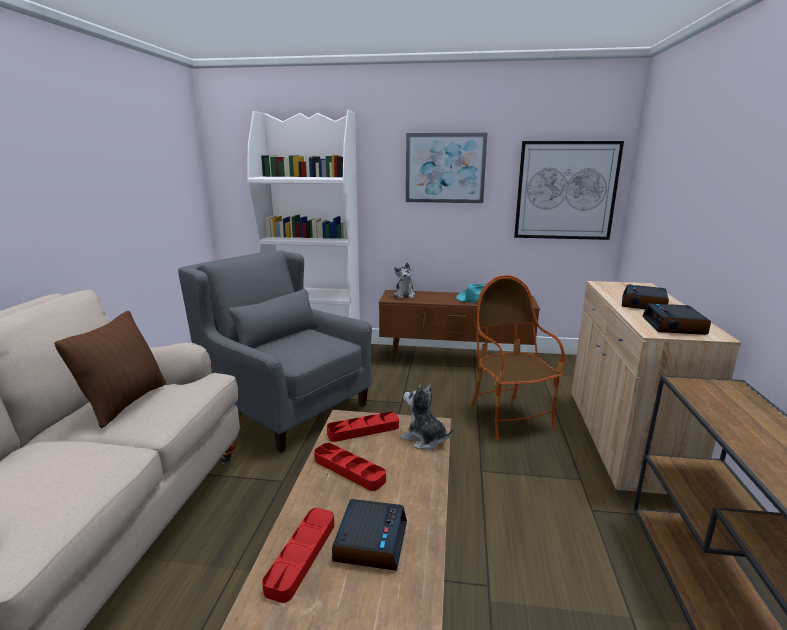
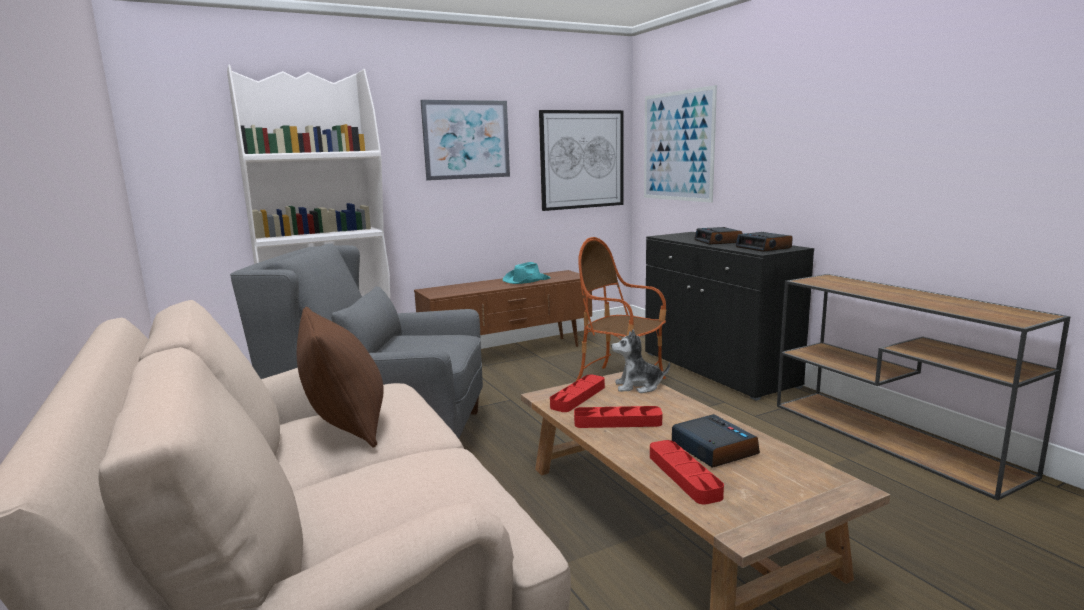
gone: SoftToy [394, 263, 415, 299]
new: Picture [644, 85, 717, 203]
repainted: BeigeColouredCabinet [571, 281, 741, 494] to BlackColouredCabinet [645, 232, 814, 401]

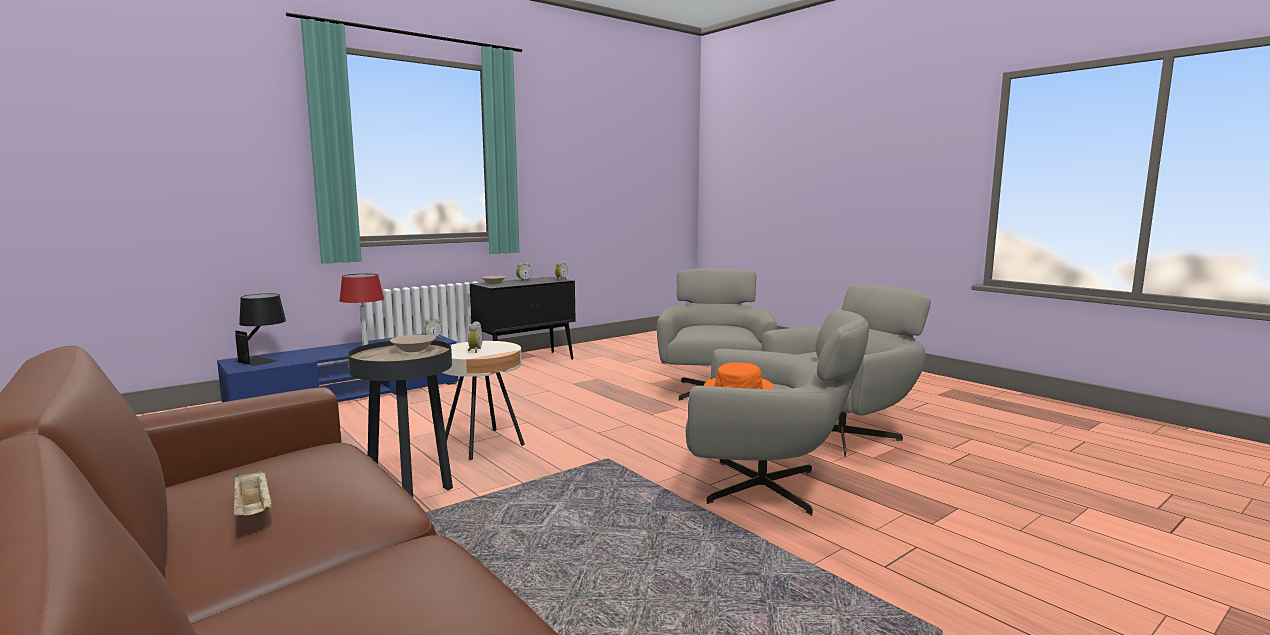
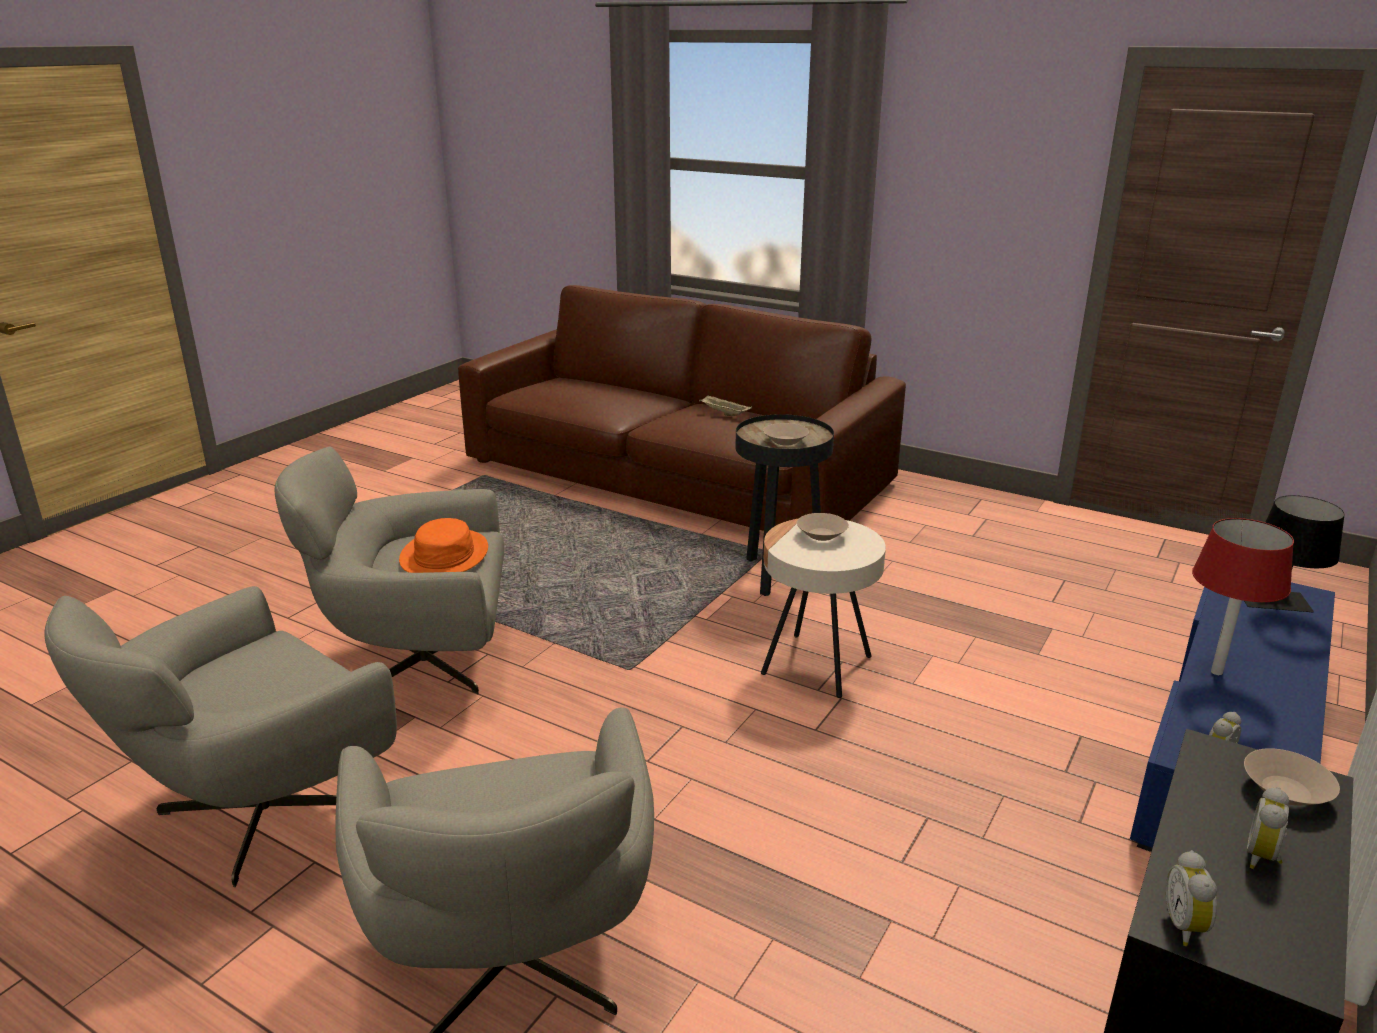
swapped: AlarmClock [468, 321, 483, 353] to BeigeColouredDeepDish [797, 513, 849, 541]

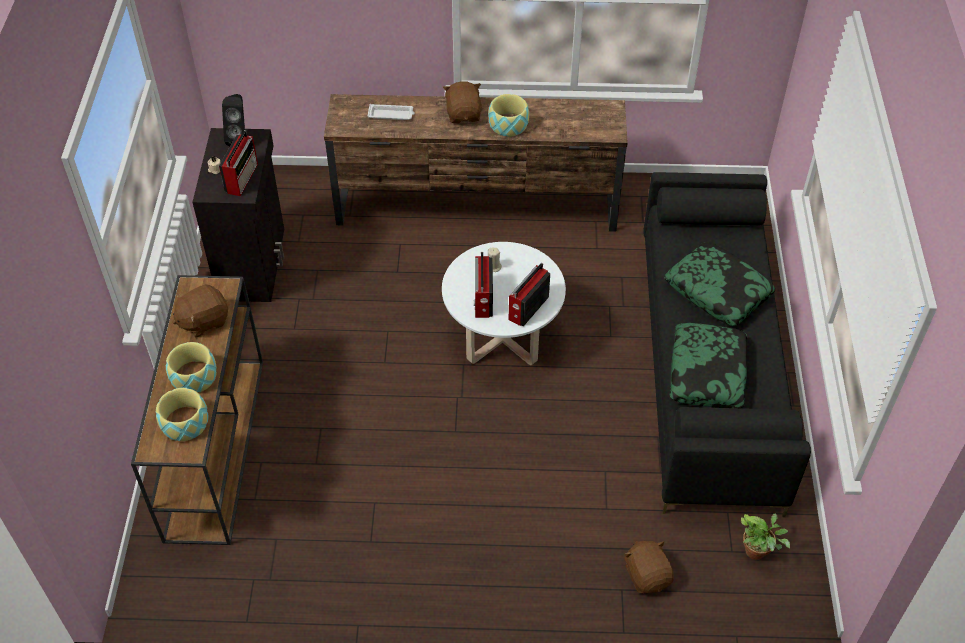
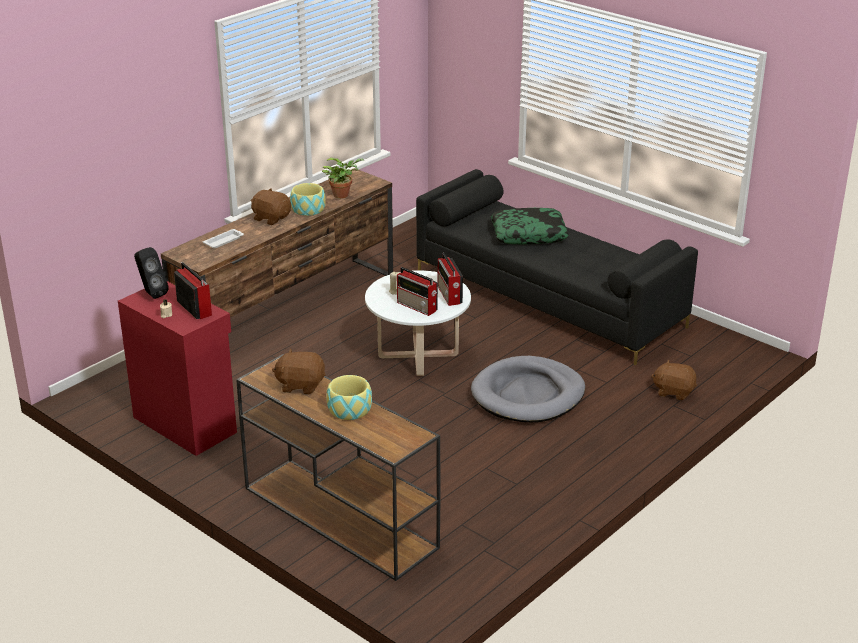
gone: DeepDish [156, 388, 208, 441]; Pillow [669, 323, 747, 408]
new: GreyDogCushion [471, 356, 585, 422]
shifted: Houseplant [741, 514, 790, 560] to [322, 158, 364, 198]
repainted: BlackColouredCabinet [192, 128, 284, 302] to ReddishCabinet [118, 281, 237, 456]
rotated: BrownColouredSoftToy [173, 285, 228, 338] = [272, 348, 325, 395] 90 degrees clockwise

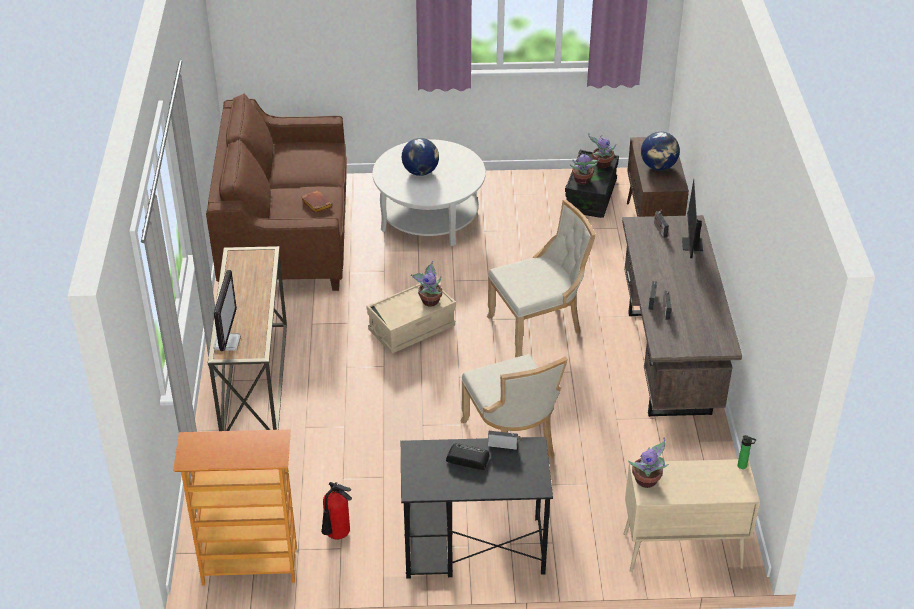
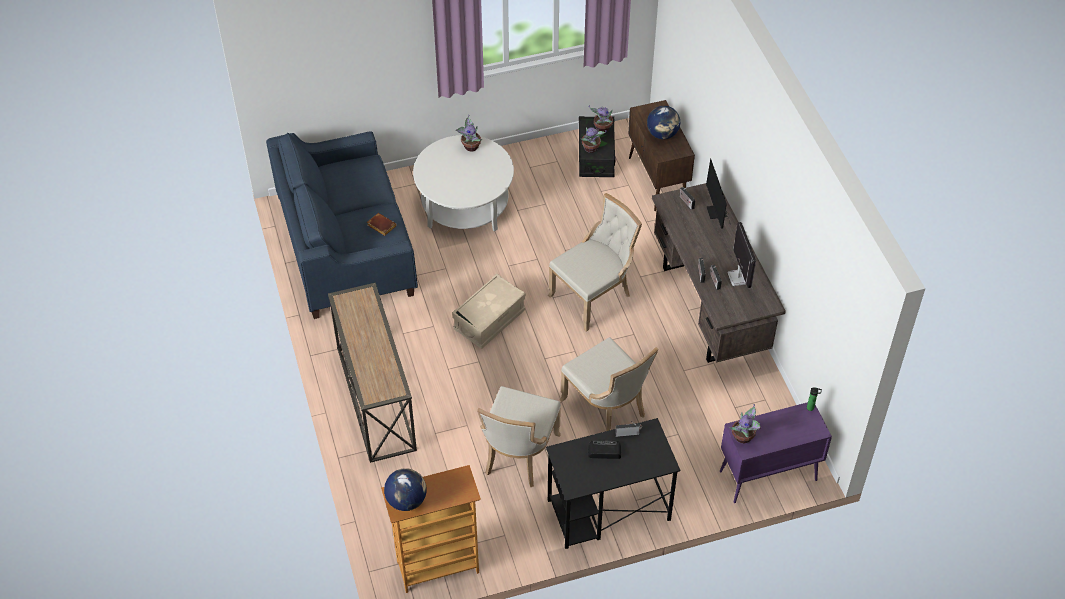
gone: FireExtinguisher [321, 482, 352, 539]
new: BeigeColouredUprightChair [477, 386, 561, 487]
shifted: Monitor [213, 270, 241, 351] to [728, 222, 756, 288]; WorldGlobe [402, 138, 439, 176] to [384, 468, 427, 511]; Houseplant [411, 261, 442, 307] to [456, 115, 482, 152]
repainted: BrownColouredSettee [206, 93, 347, 291] to BlueColouredSettee [266, 131, 418, 319]; BeigeColouredCabinet [624, 459, 760, 572] to PurplishCabinet [720, 402, 832, 503]

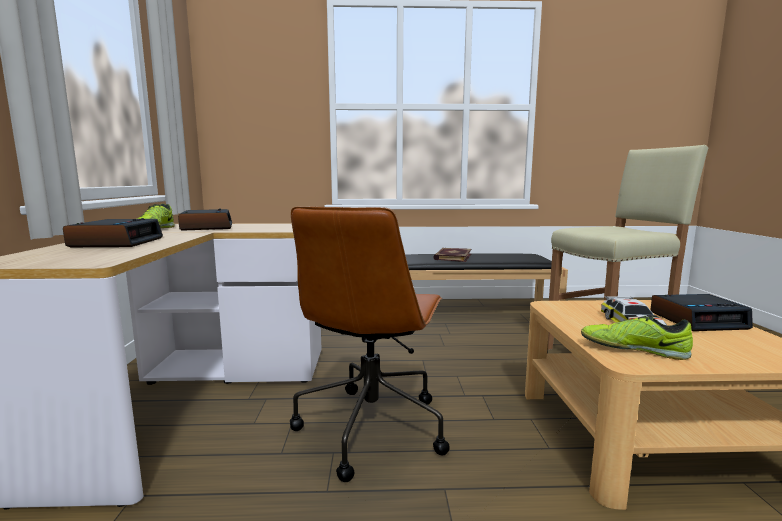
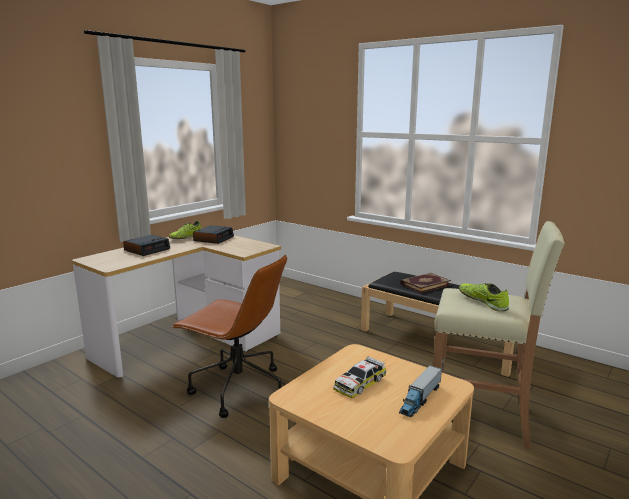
shifted: LowShoe [581, 316, 693, 360] to [459, 283, 509, 311]
swapped: AlarmClock [650, 294, 753, 331] to ToyTruck [399, 365, 442, 417]
rotated: BrownColouredComputerChair [290, 206, 450, 482] = [171, 254, 287, 418] 120 degrees counterclockwise

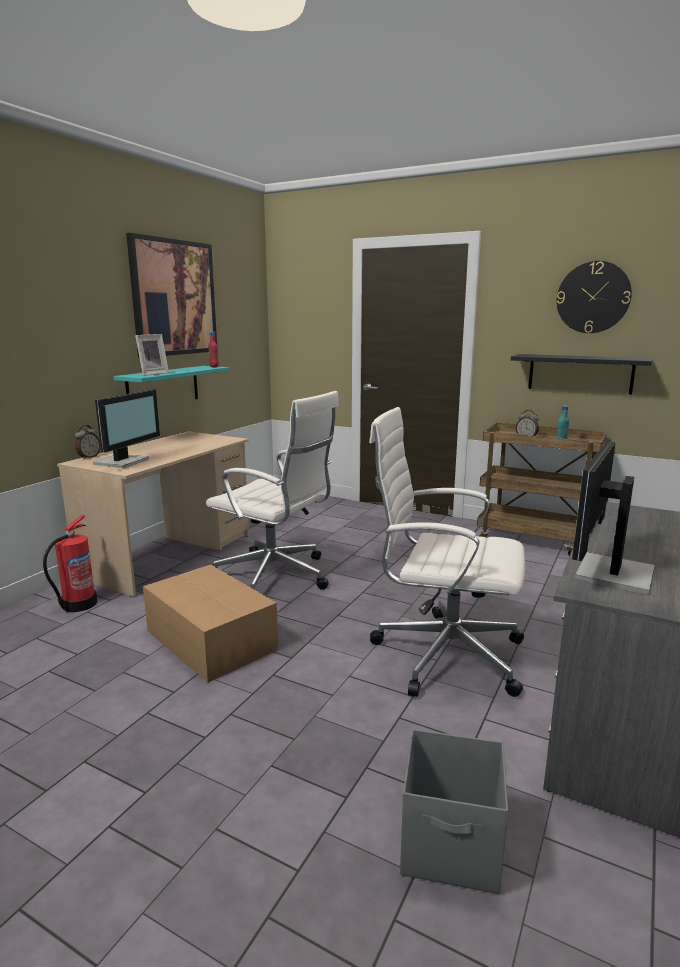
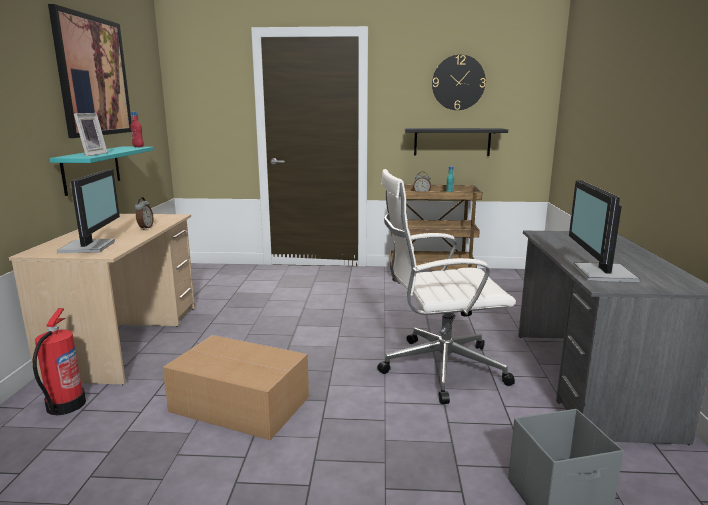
gone: WhitishComputerChair [206, 391, 339, 590]
shifted: AlarmClock [75, 425, 101, 459] to [134, 197, 154, 230]

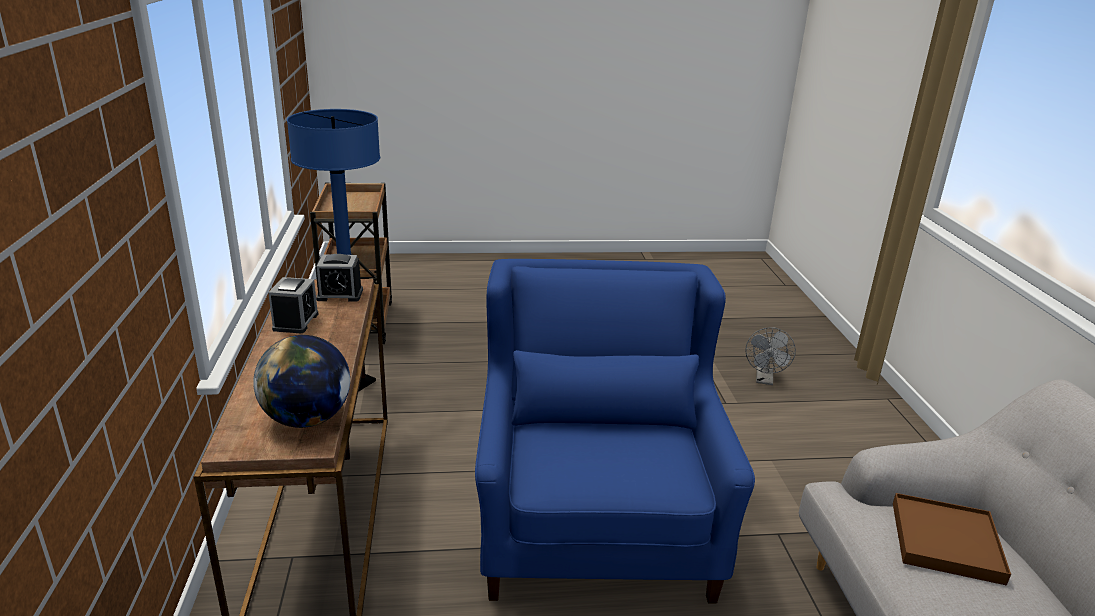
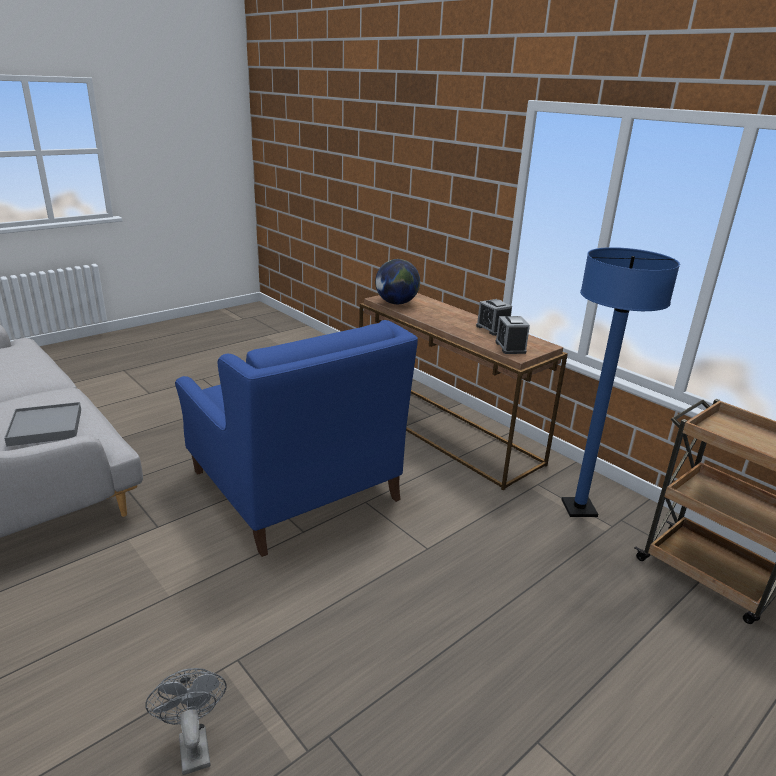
repainted: BrownColouredTray [893, 493, 1011, 586] to GreyTray [4, 402, 81, 447]
rotated: AlarmClock [315, 254, 363, 302] = [495, 316, 530, 354] 60 degrees counterclockwise

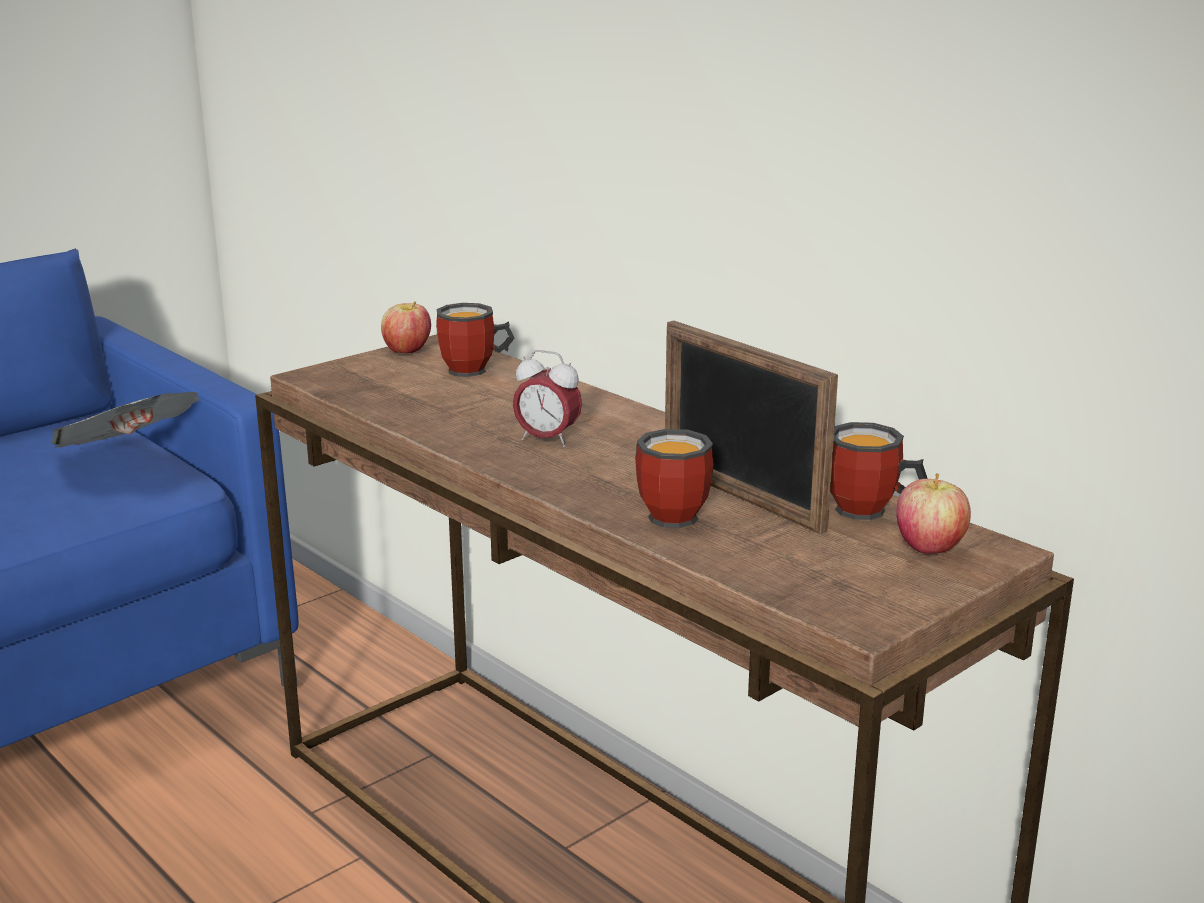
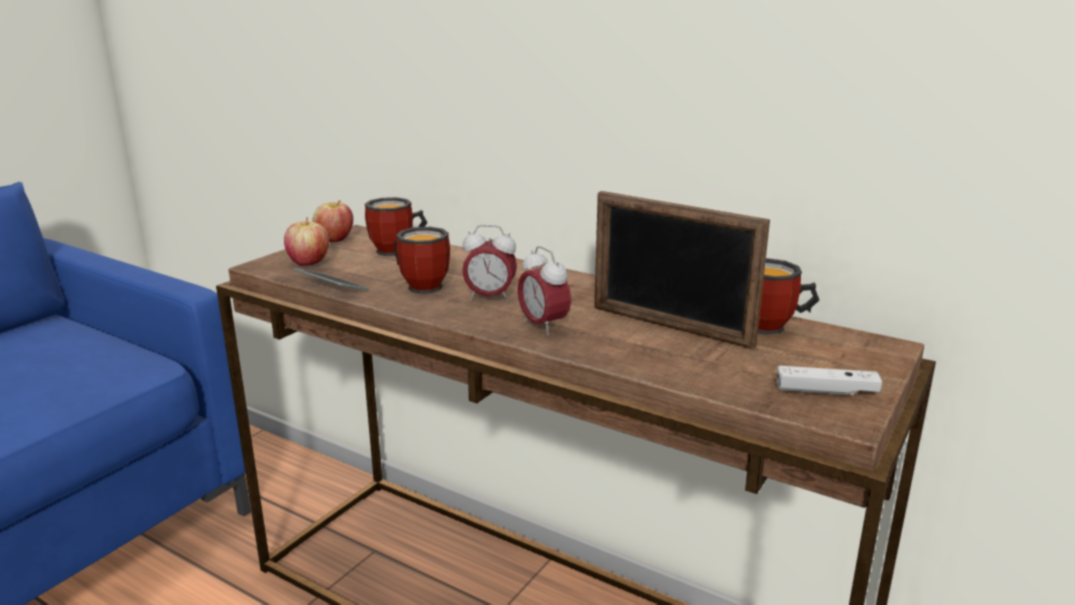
gone: DailyPaper [51, 392, 200, 447]
new: Phone [293, 268, 368, 291]; AlarmClock [518, 246, 571, 335]; WhitishJoypad [777, 366, 882, 395]
shifted: CoffeeMug [635, 429, 713, 529] to [394, 227, 450, 294]; Apple [896, 473, 971, 554] to [284, 217, 329, 266]

